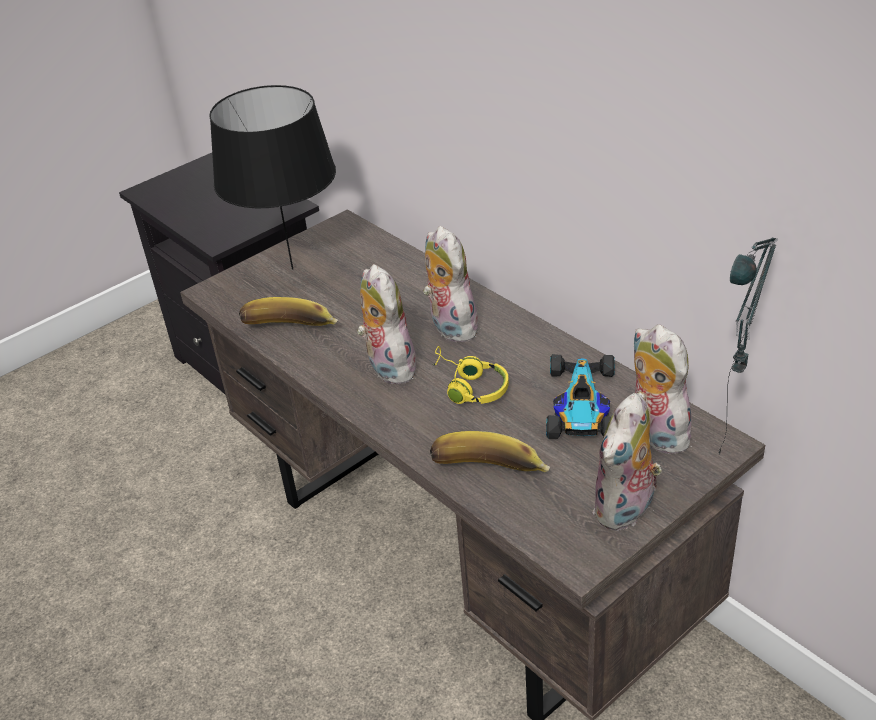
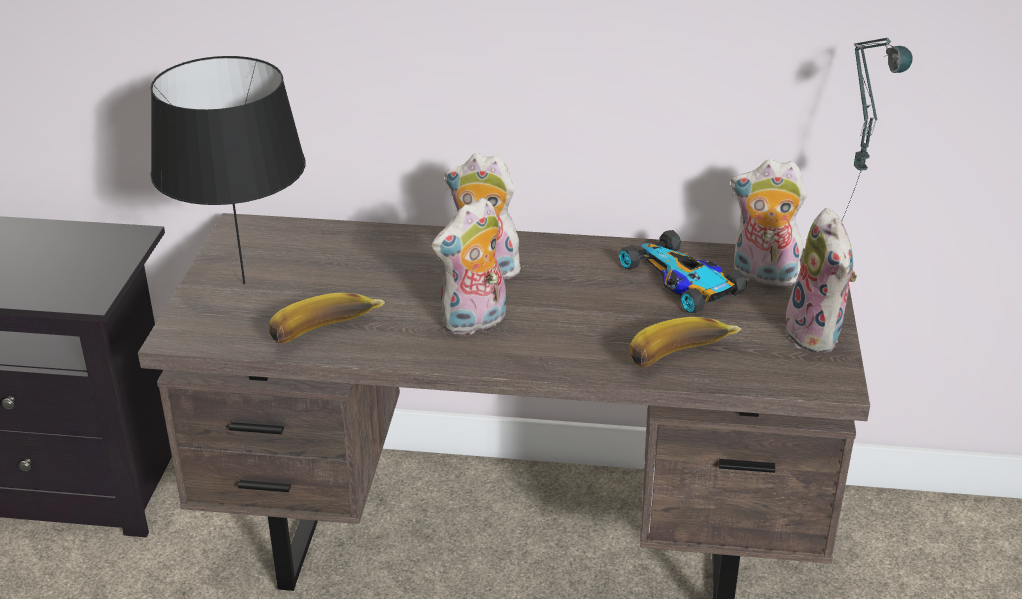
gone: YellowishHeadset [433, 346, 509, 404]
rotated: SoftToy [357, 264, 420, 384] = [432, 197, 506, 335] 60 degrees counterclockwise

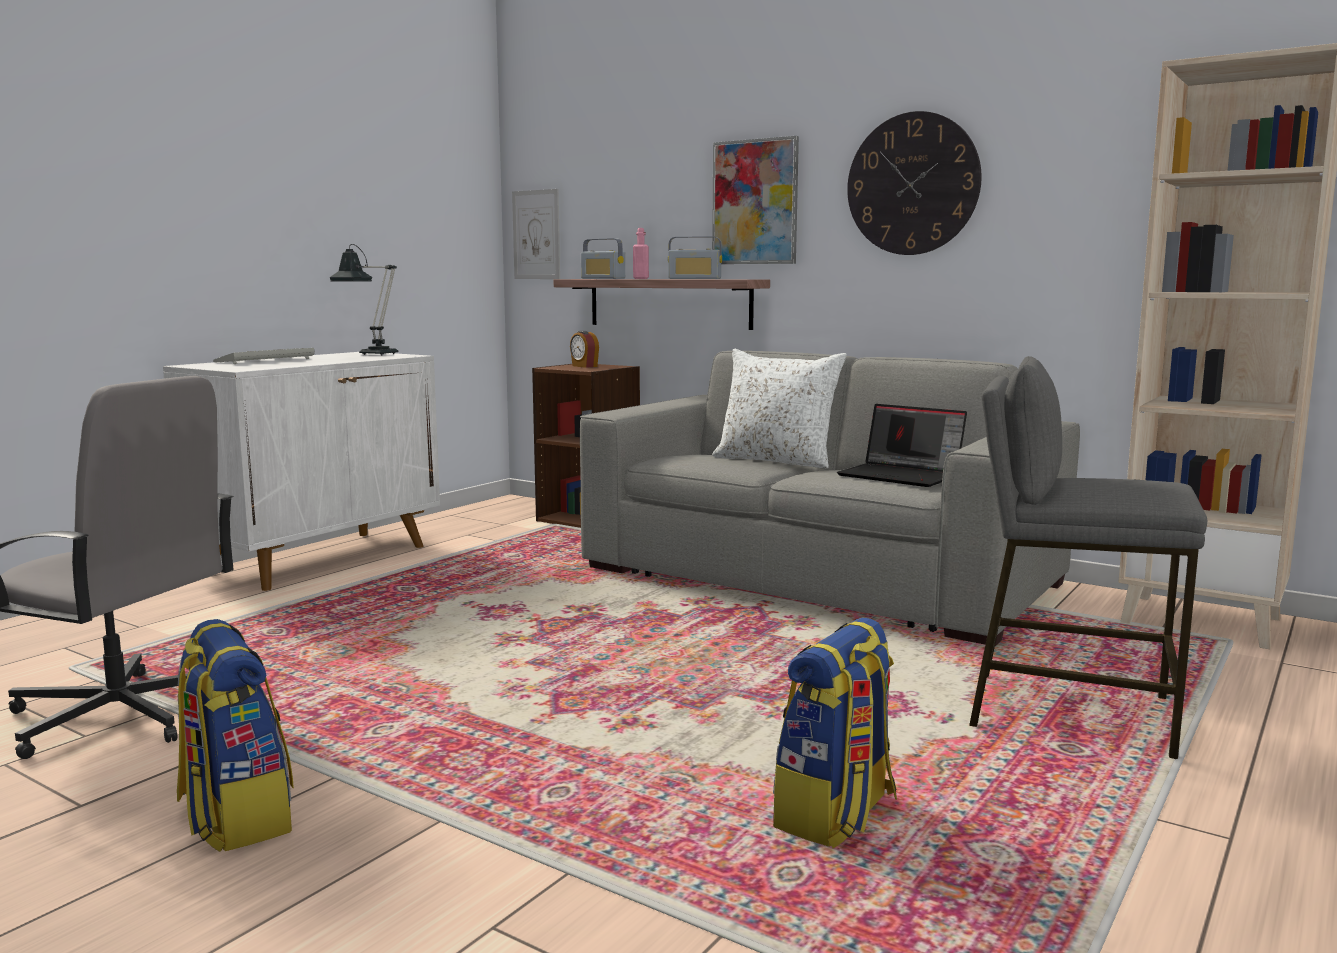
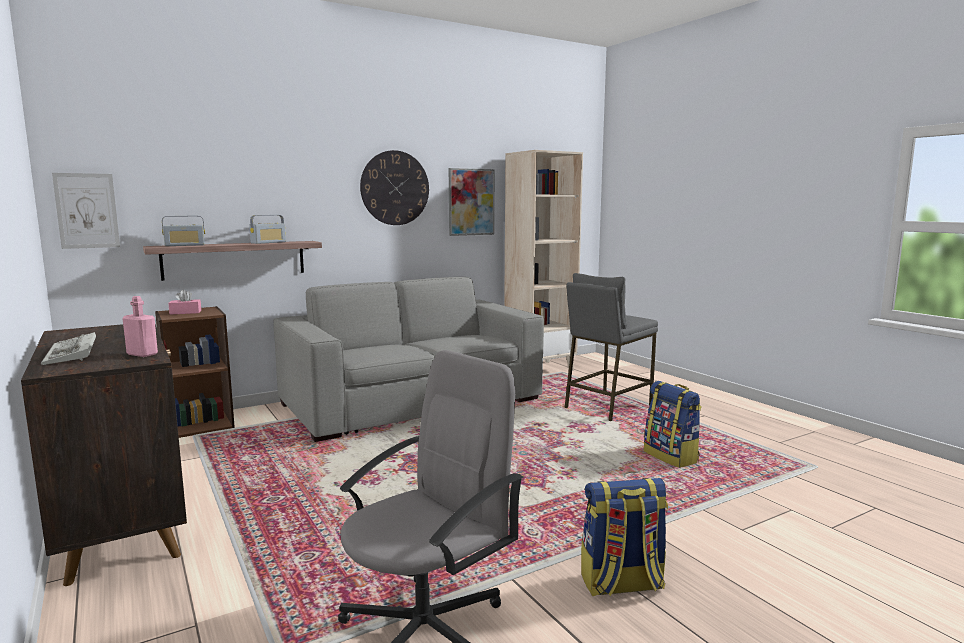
gone: LampForATable [330, 244, 399, 355]; WhitishPillow [712, 349, 847, 468]; Laptop [837, 404, 967, 487]
shifted: PinkishBottle [633, 228, 649, 279] to [122, 296, 158, 357]; Picture [712, 136, 799, 264] to [449, 168, 494, 236]
swapped: AlarmClock [570, 331, 599, 368] to PinkishBoxOfTissues [168, 290, 201, 315]
repainted: WhitishCabinet [163, 352, 440, 591] to BrownColouredCabinet [21, 324, 187, 586]

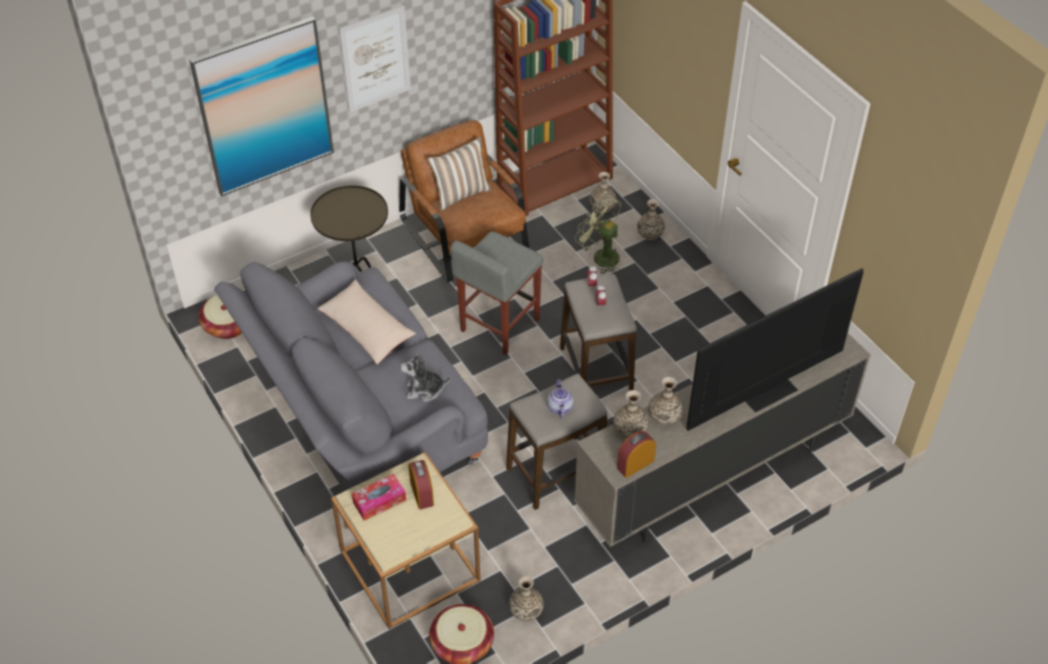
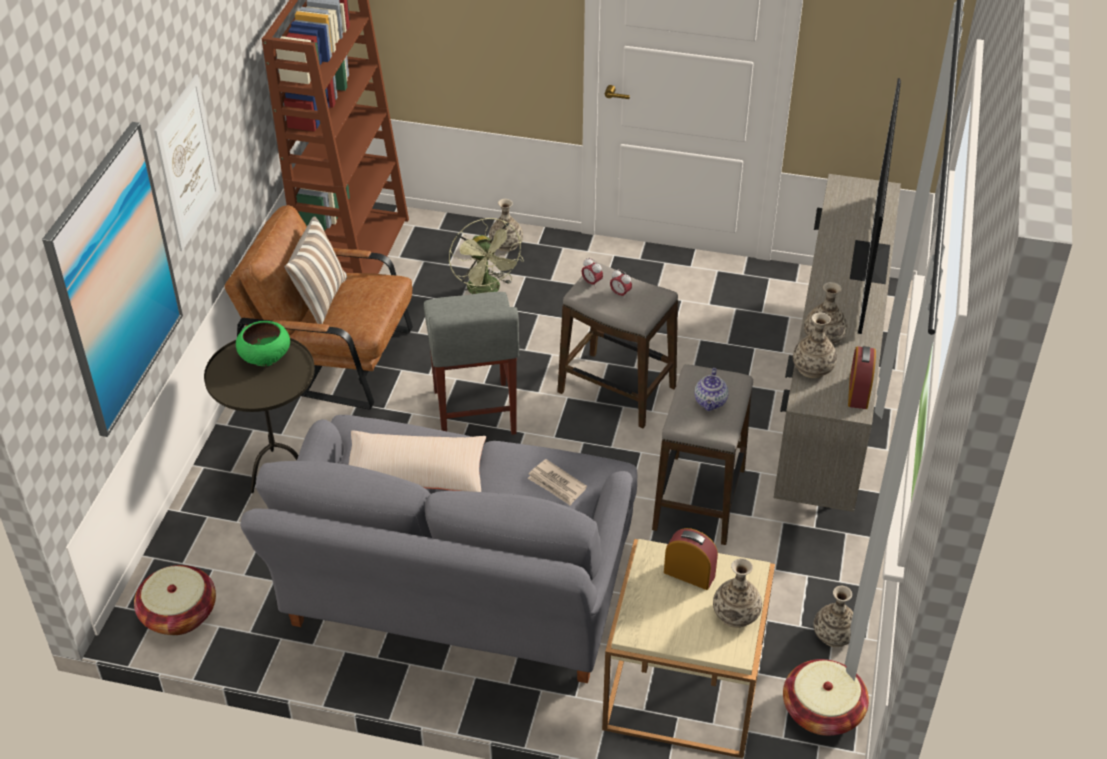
gone: BoxOfTissues [352, 474, 406, 520]
new: GreenishDeepDish [236, 321, 290, 366]
shifted: Vase [589, 172, 617, 213] to [713, 558, 762, 628]
swapped: SoftToy [400, 350, 450, 402] to DailyPaper [527, 459, 587, 506]
rotated: TeaPot [547, 379, 574, 418] = [694, 368, 729, 411] 120 degrees counterclockwise; GreenishFan [575, 195, 621, 274] = [449, 218, 524, 294] 105 degrees counterclockwise

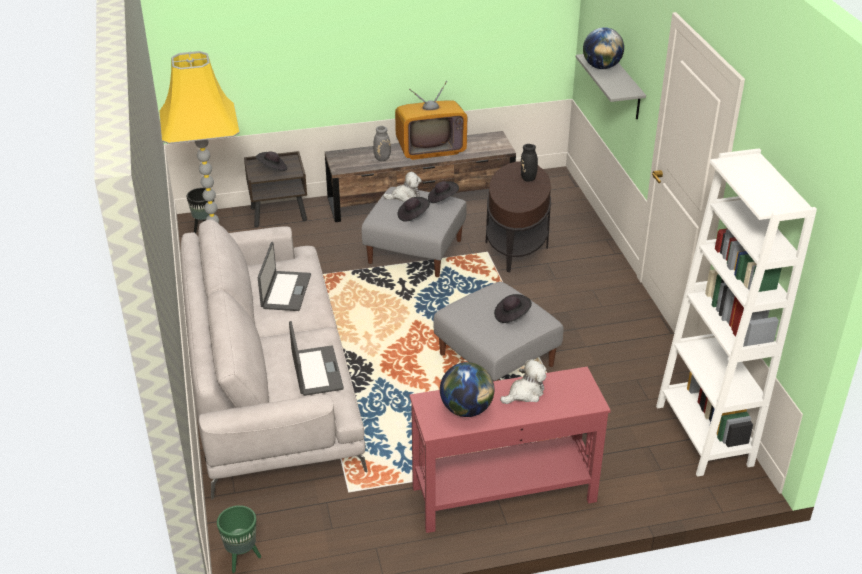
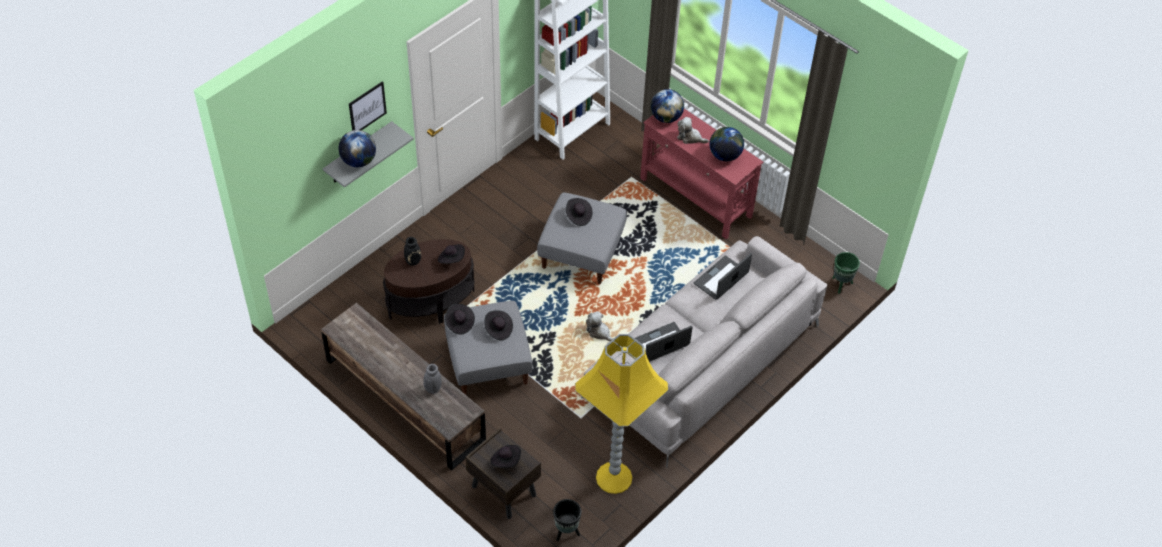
gone: TvSet [395, 81, 467, 160]
new: Picture [349, 81, 387, 131]; BlackColouredWearableHat [438, 244, 465, 264]; WorldGlobe [651, 89, 684, 123]
shifted: SoftToy [383, 172, 422, 201] to [586, 311, 613, 342]

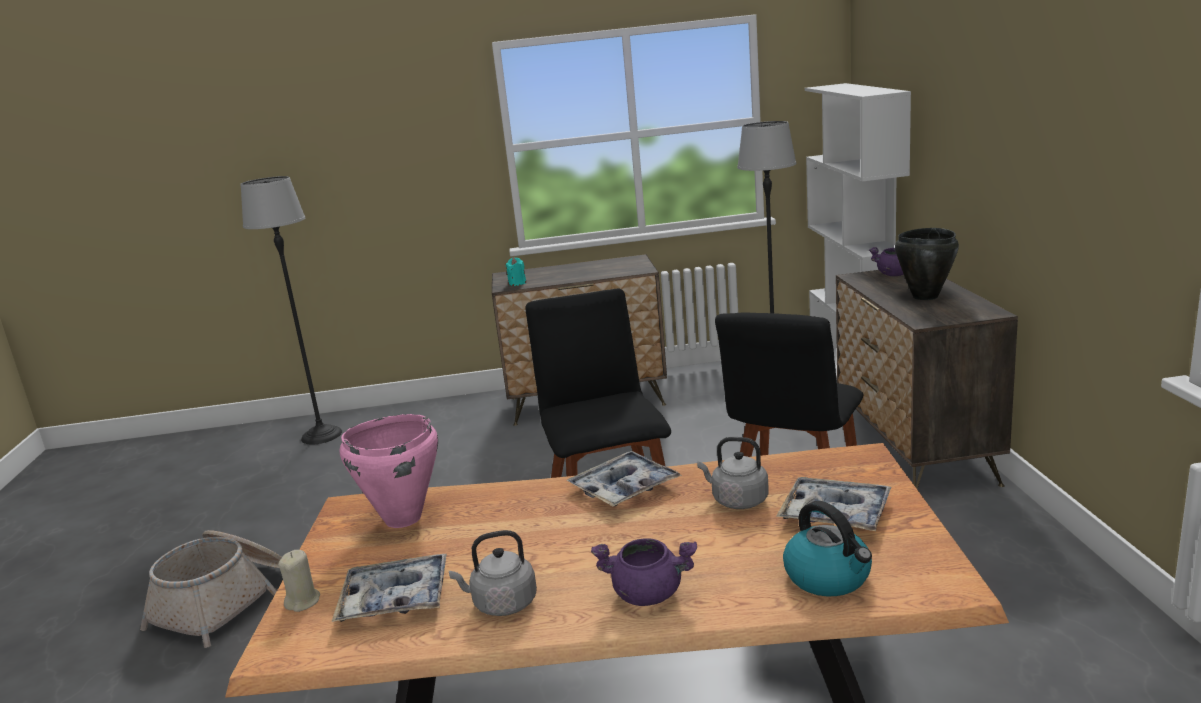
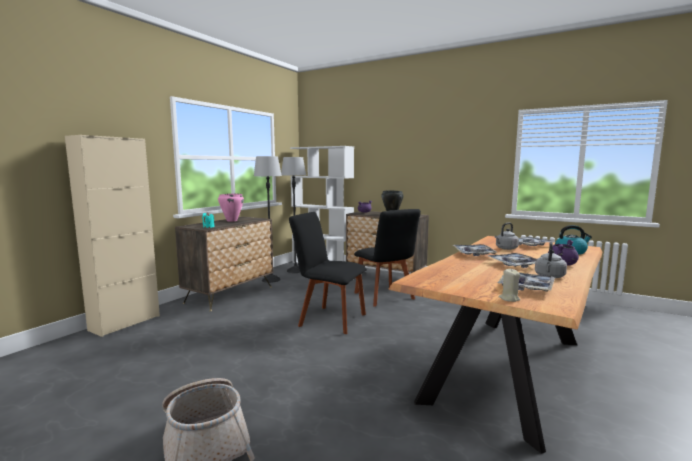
new: BeigeColouredCabinet [65, 135, 160, 337]; Tray [488, 253, 537, 268]
shifted: FloorLamp [241, 176, 342, 444] to [254, 156, 282, 283]; PinkishCookingPot [340, 414, 438, 528] to [218, 193, 244, 222]

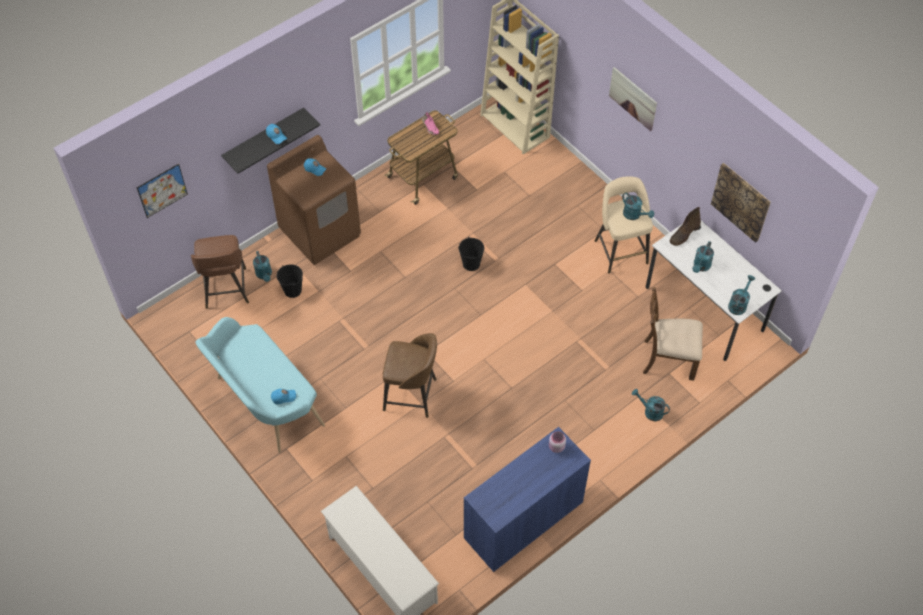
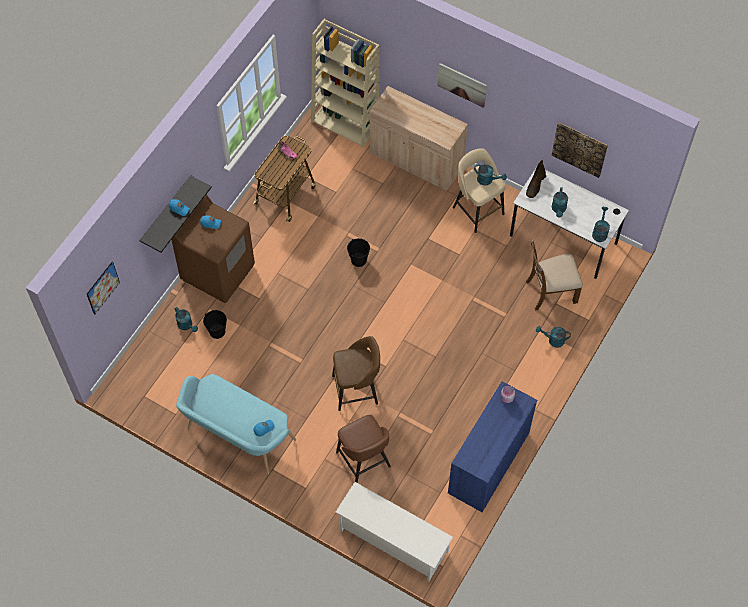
new: BeigeColouredCabinet [370, 86, 468, 191]
shifted: BrownColouredStoolSeat [191, 235, 249, 309] to [336, 415, 391, 483]

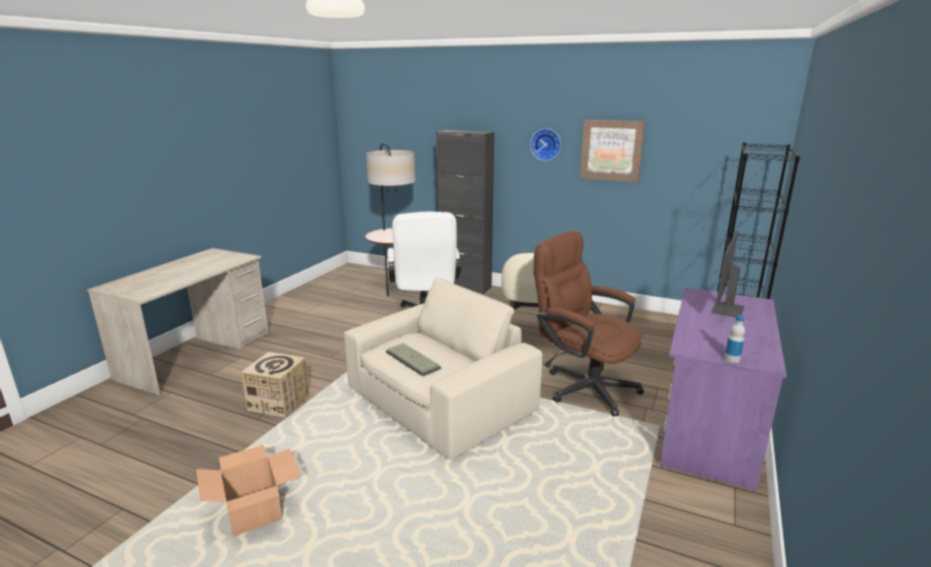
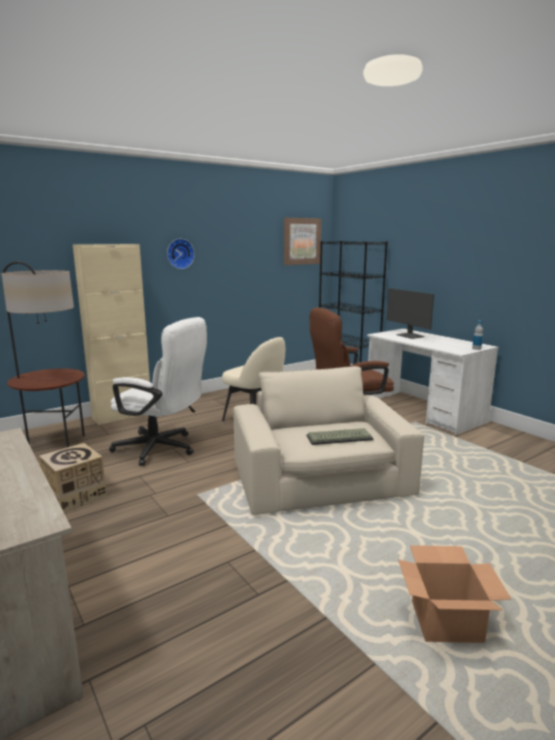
shifted: CardboardBox [241, 352, 310, 418] to [39, 443, 107, 513]; Picture [580, 119, 645, 182] to [284, 218, 321, 265]
repainted: BlackColouredCabinet [436, 130, 494, 294] to BeigeColouredCabinet [73, 244, 150, 425]; PurplishDeskTable [660, 287, 787, 491] to WhitishDeskTable [366, 329, 499, 435]

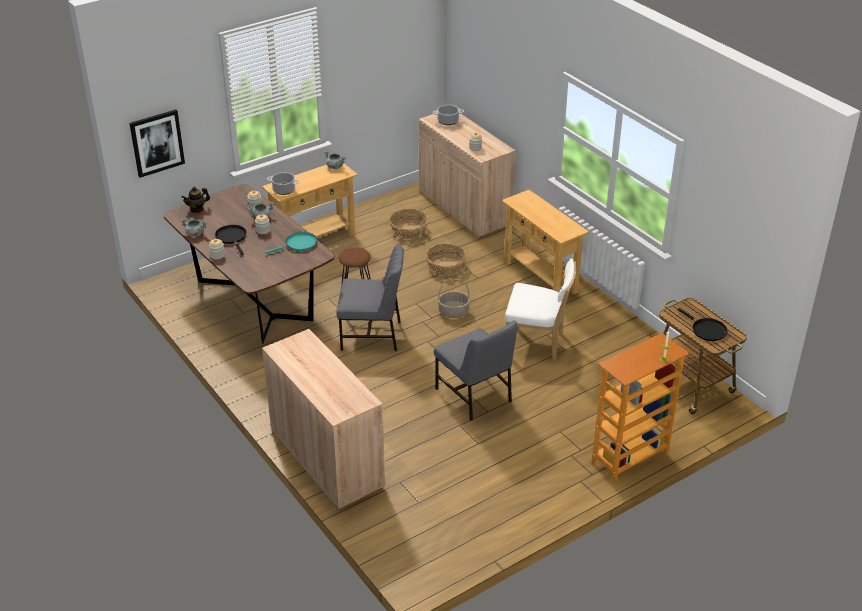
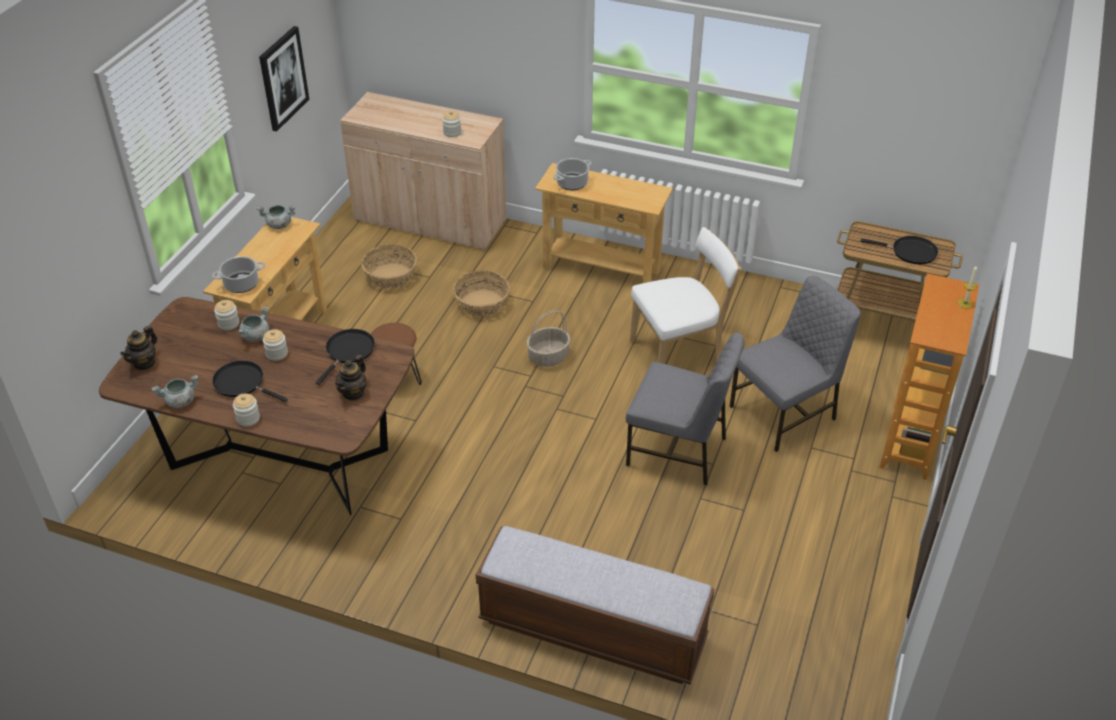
new: TeaPot [335, 355, 367, 401]
shifted: Picture [129, 109, 185, 178] to [259, 26, 309, 132]; GreyUprightChair [336, 244, 404, 351] to [729, 276, 861, 452]; CookingPot [432, 105, 464, 125] to [553, 158, 592, 190]
swapped: BeigeColouredCabinet [262, 329, 385, 510] to IndoorBench [476, 526, 714, 685]
repainted: TurquoiseFryingPan [265, 232, 317, 254] to BlackColouredFryingPan [316, 329, 375, 385]

